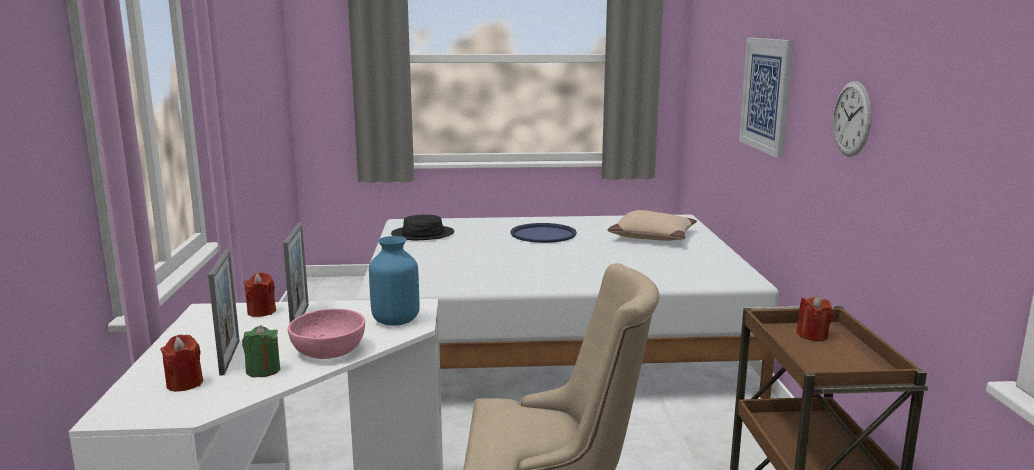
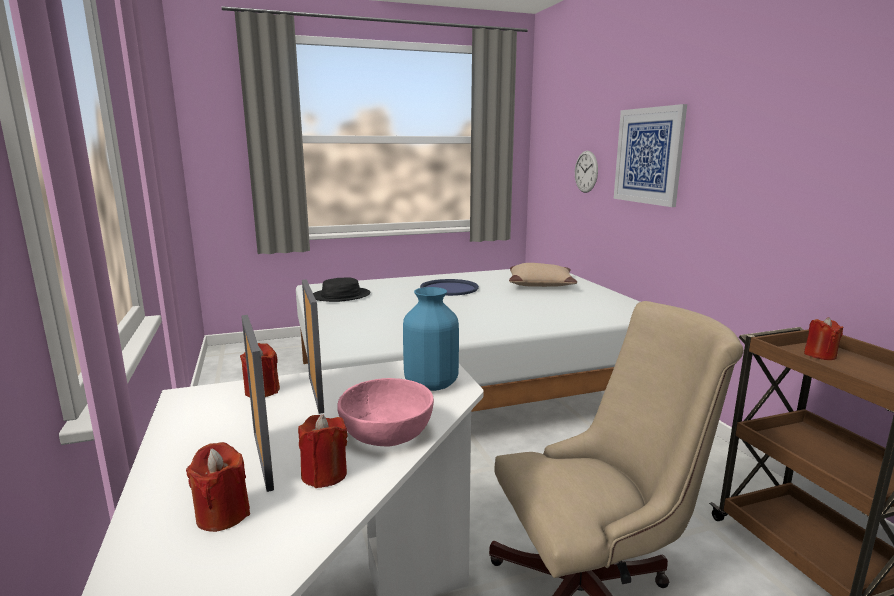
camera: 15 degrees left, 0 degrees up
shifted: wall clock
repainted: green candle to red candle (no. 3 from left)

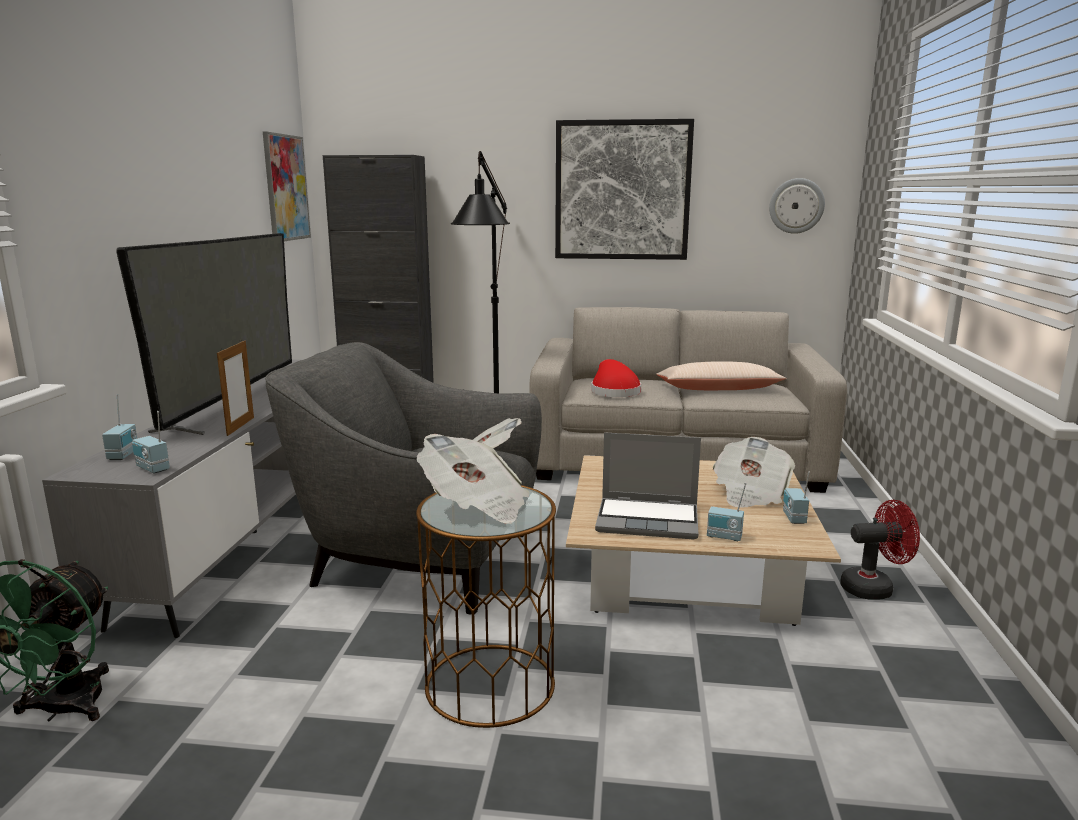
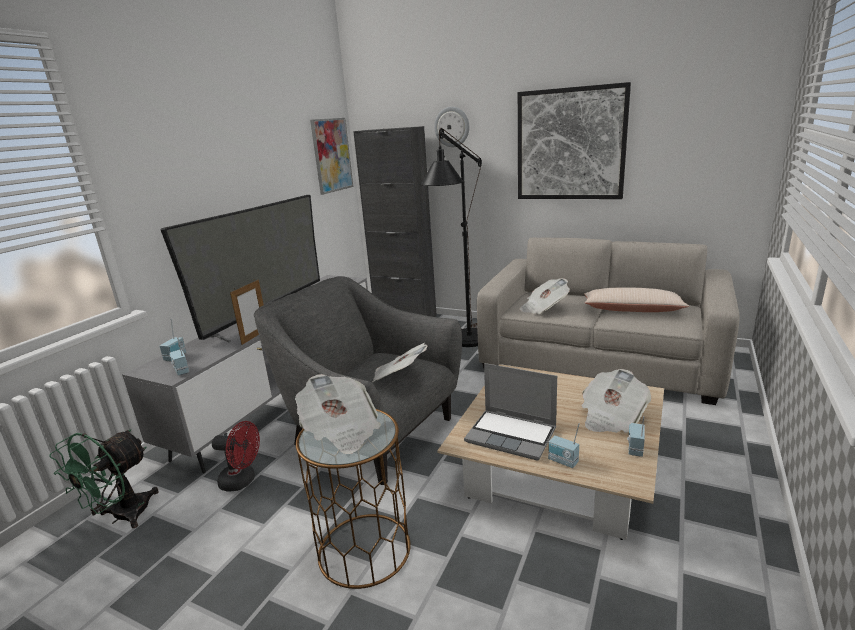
camera: 20 degrees right, 5 degrees up
shifted: red fan; wall clock
swapped: red hat to newspaper (no. 3 from left)

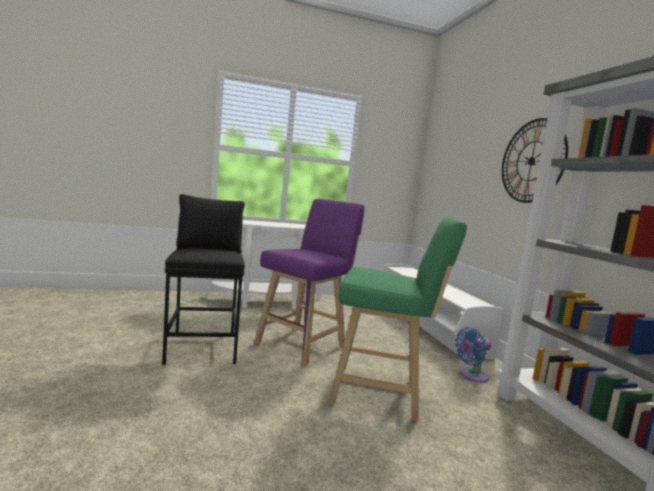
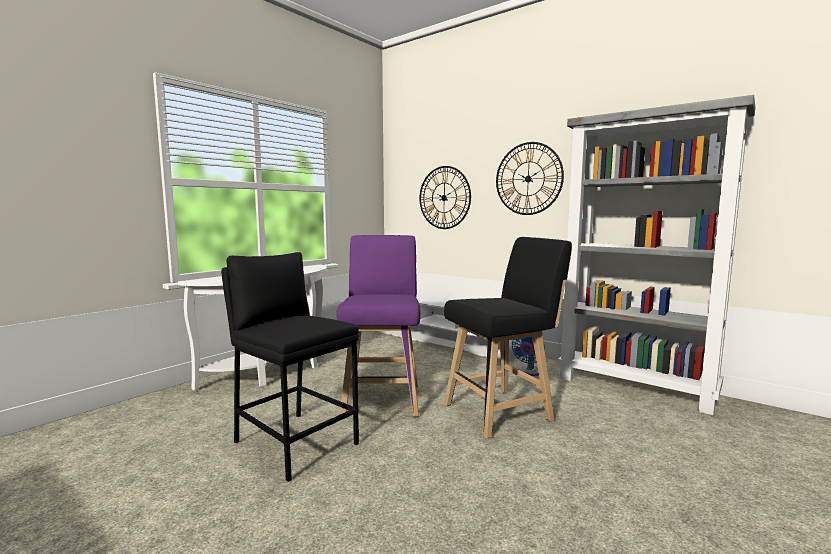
camera: 35 degrees left, 0 degrees up
new: wall clock (no. 1 from left)
repainted: green stool to black stool (no. 2 from left)

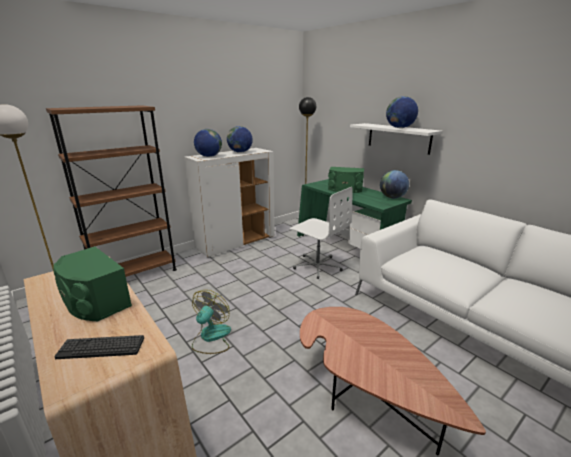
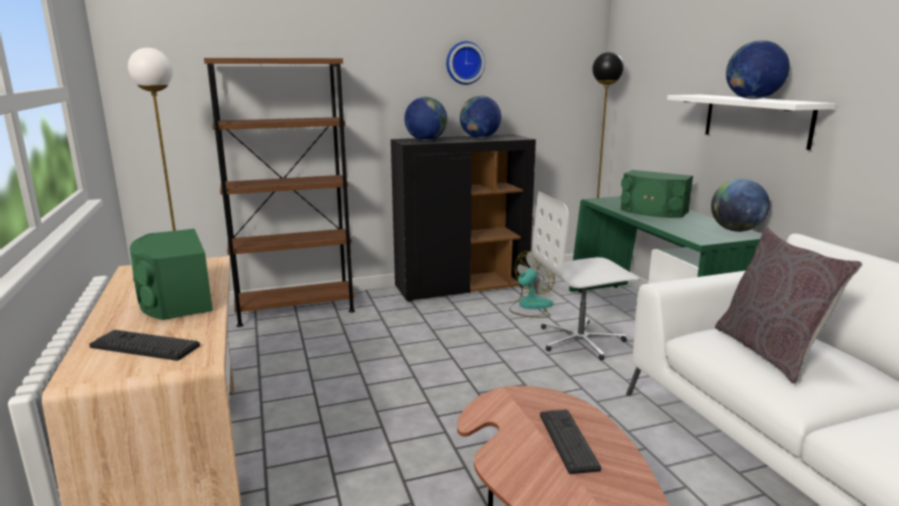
camera: 20 degrees right, 5 degrees down
new: wall clock; keyboard (no. 2 from left); grey pillow
shifted: fan
repainted: white cabinet to black cabinet
rotated: white office chair 105 degrees clockwise

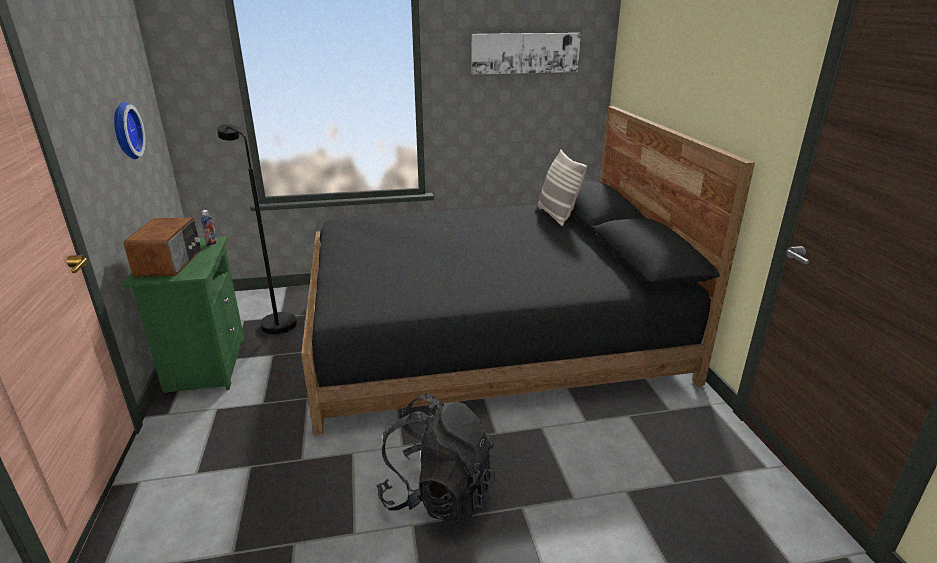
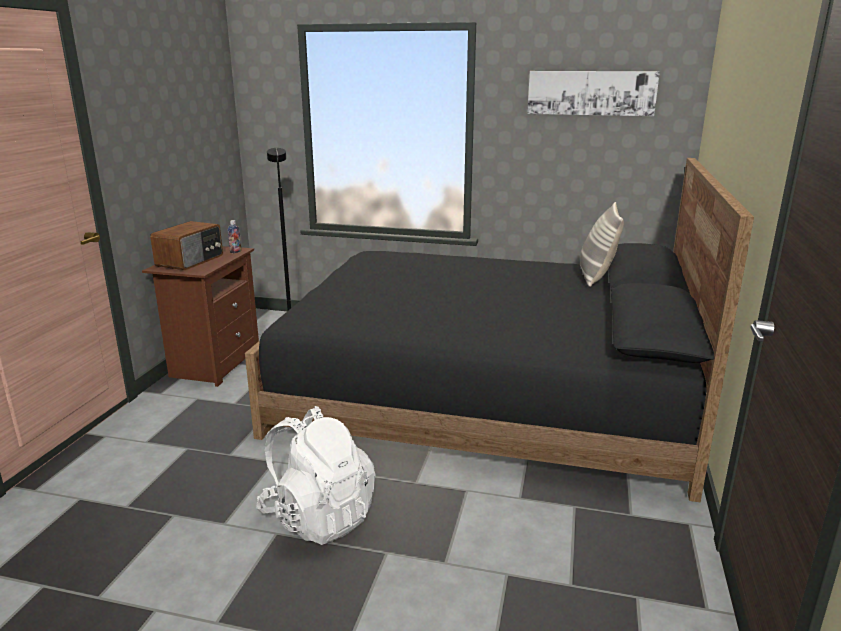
camera: 25 degrees right, 5 degrees down
gone: wall clock
repainted: green nightstand to brown nightstand; black backpack to white backpack

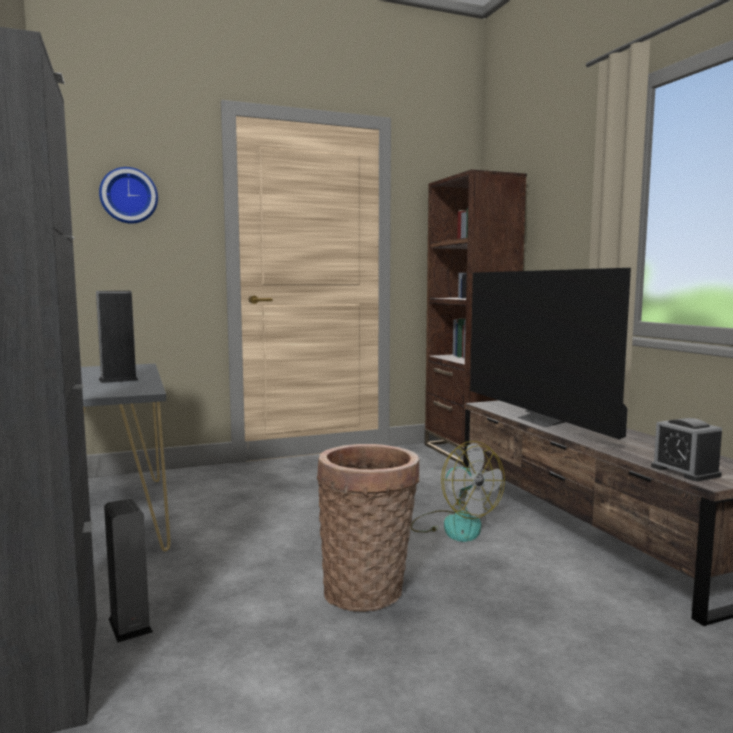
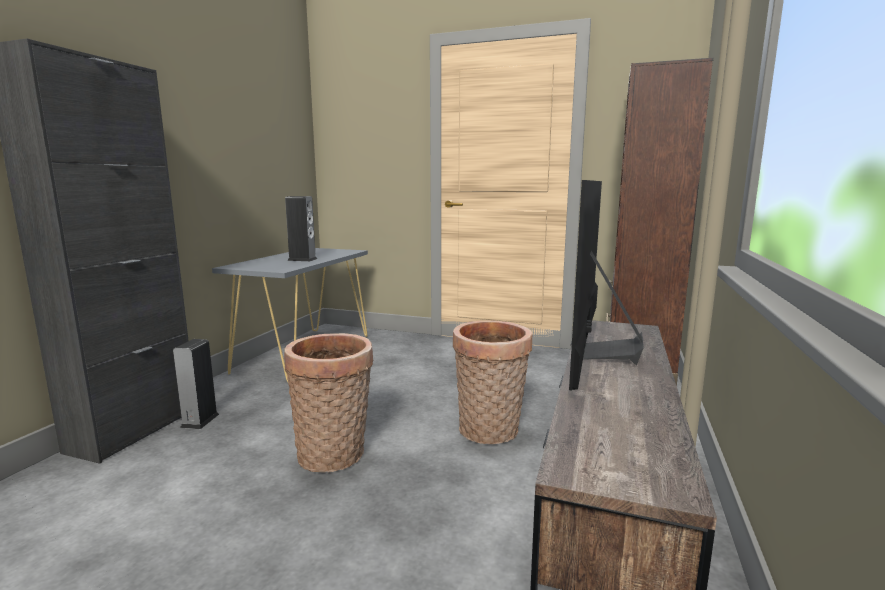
camera: 40 degrees right, 5 degrees up
gone: wall clock; alarm clock
swapped: fan to basket (no. 2 from left)

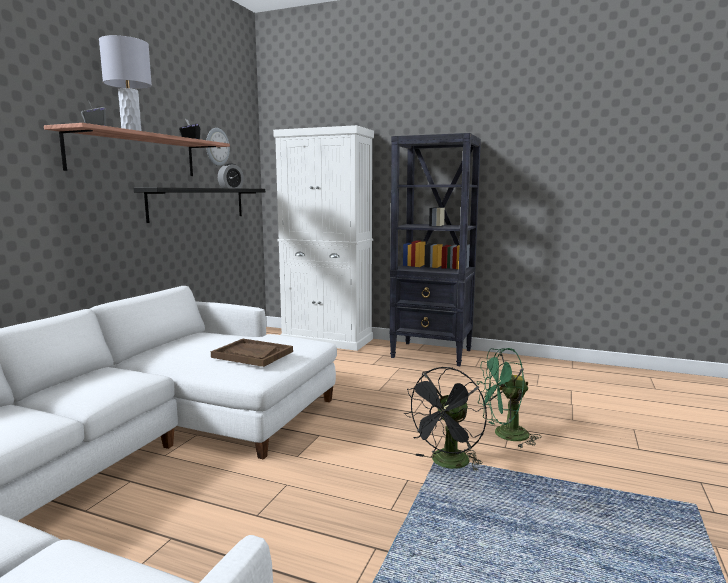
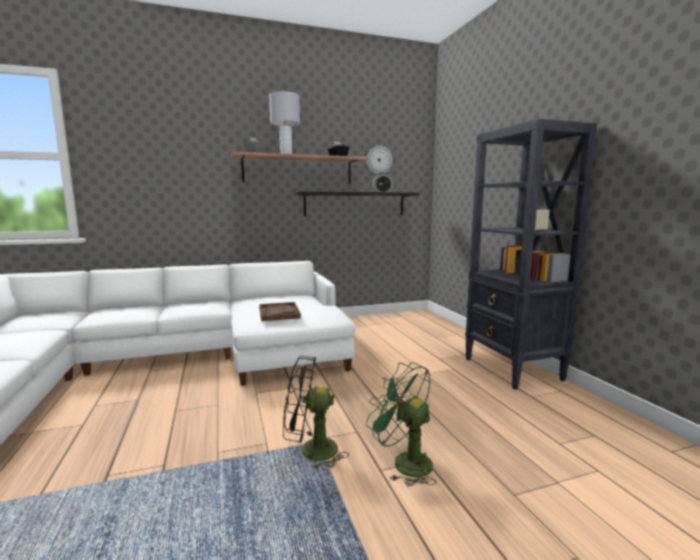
camera: 50 degrees right, 0 degrees up
gone: white cabinet

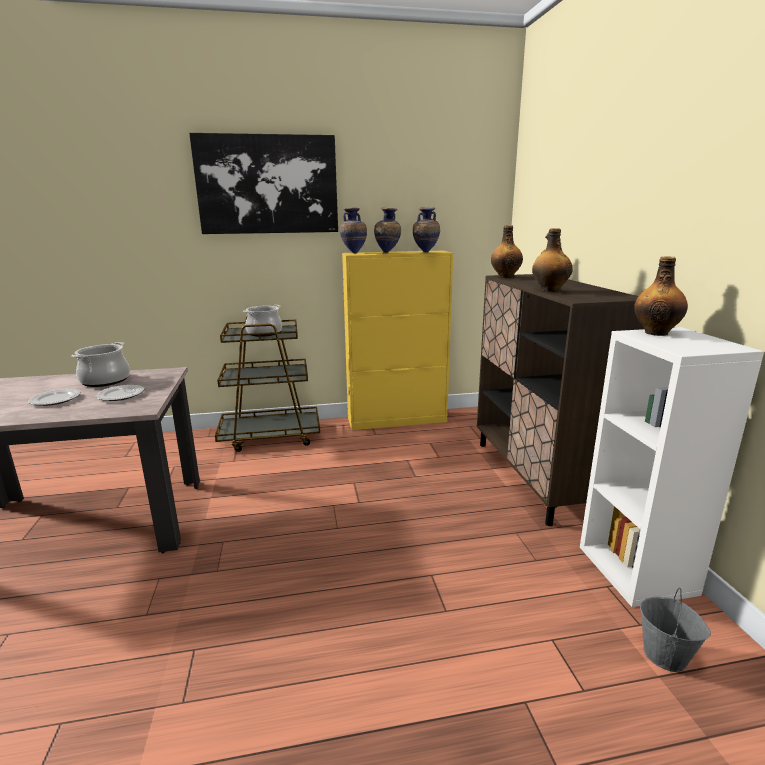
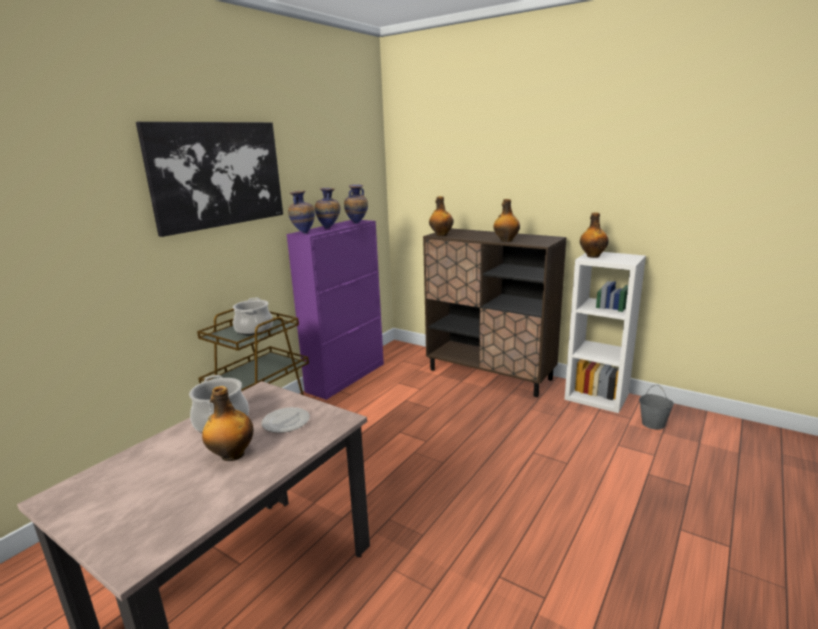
camera: 45 degrees left, 0 degrees up
swapped: plate (no. 1 from left) to bottle (no. 1 from left)
repainted: yellow cabinet to purple cabinet

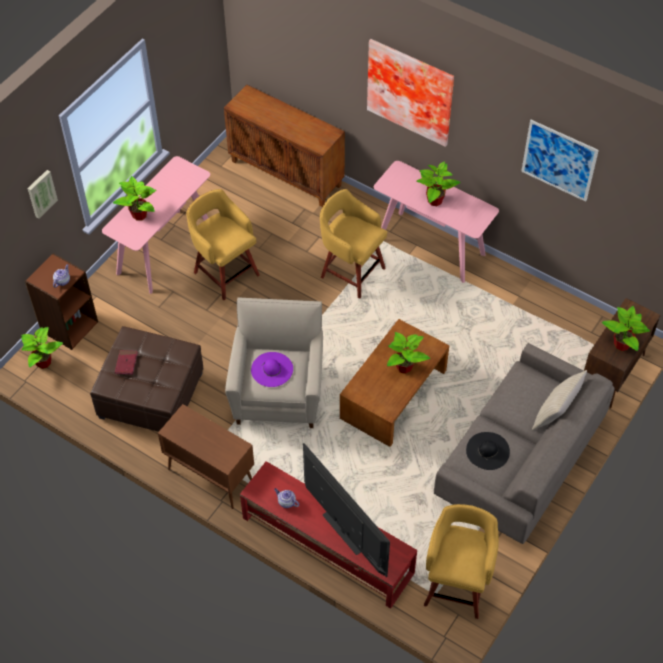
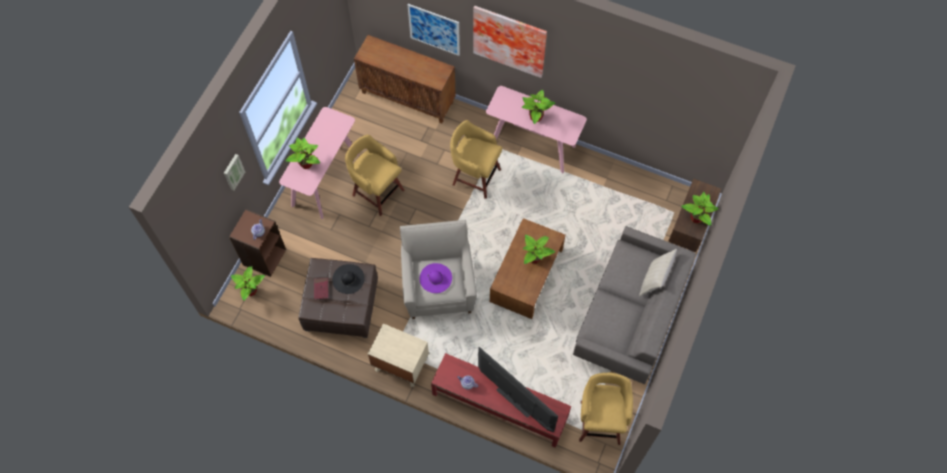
camera: 10 degrees left, 10 degrees up
shifted: black hat; picture (no. 3 from left in the first image) to picture (no. 2 from left)
swapped: brown cabinet (no. 1 from left) to beige nightstand

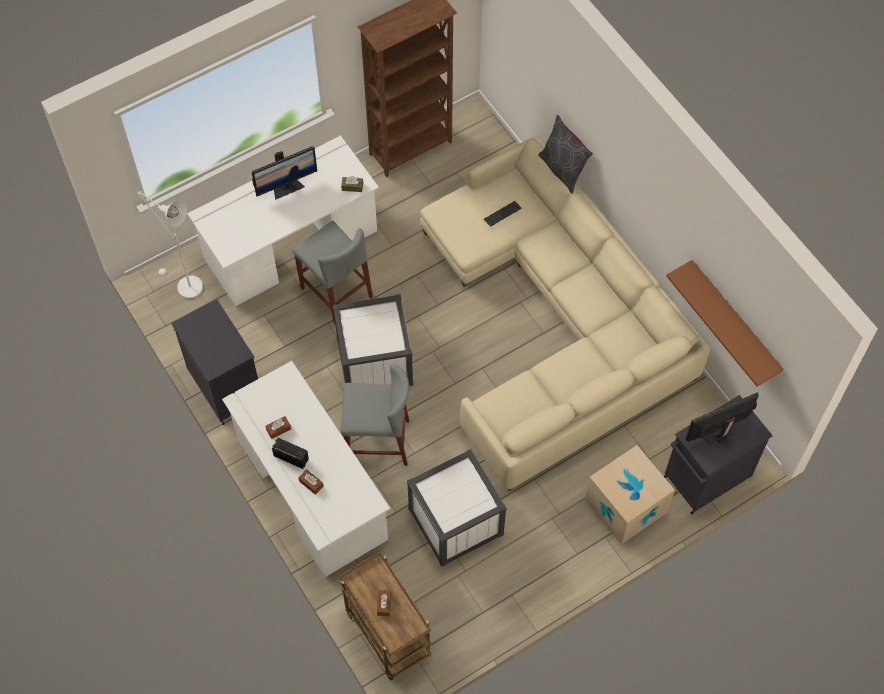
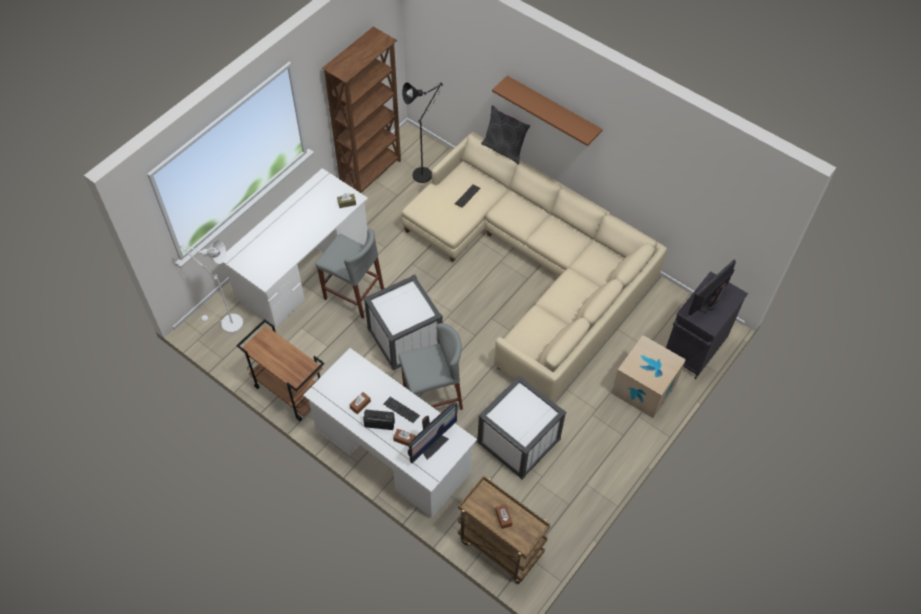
camera: 20 degrees left, 5 degrees down
new: keyboard (no. 1 from left); black floor lamp
shifted: monitor (no. 1 from left); brown shelf
swapped: black cabinet (no. 1 from left) to brown cart (no. 1 from left)

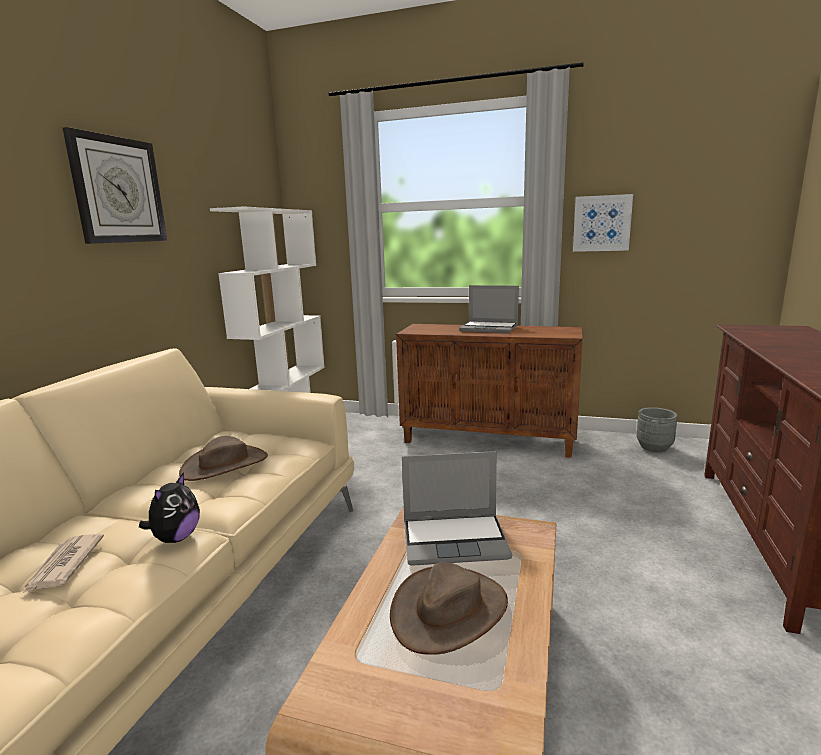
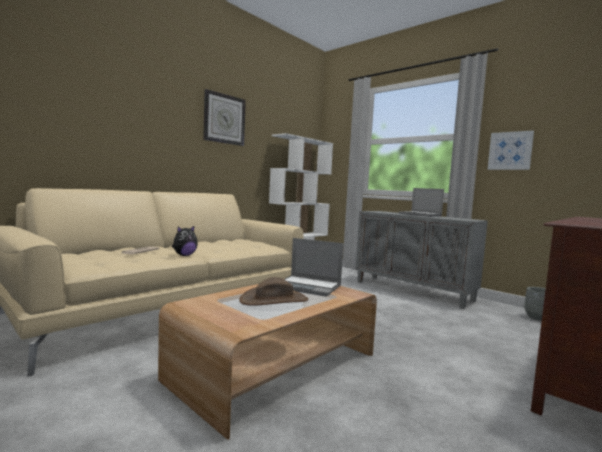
camera: 25 degrees right, 10 degrees down
gone: brown hat (no. 1 from left)
repainted: brown cabinet to grey cabinet

